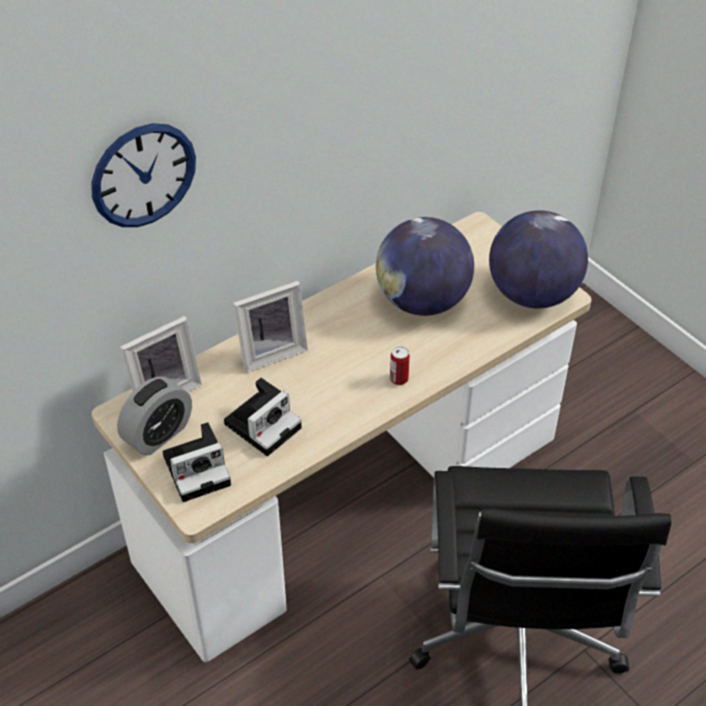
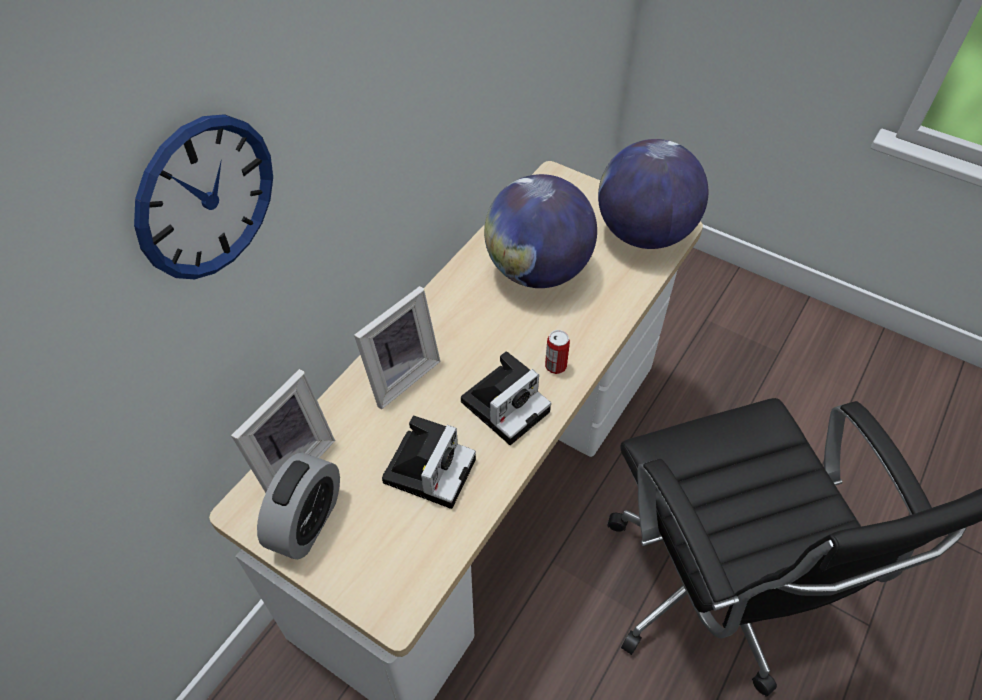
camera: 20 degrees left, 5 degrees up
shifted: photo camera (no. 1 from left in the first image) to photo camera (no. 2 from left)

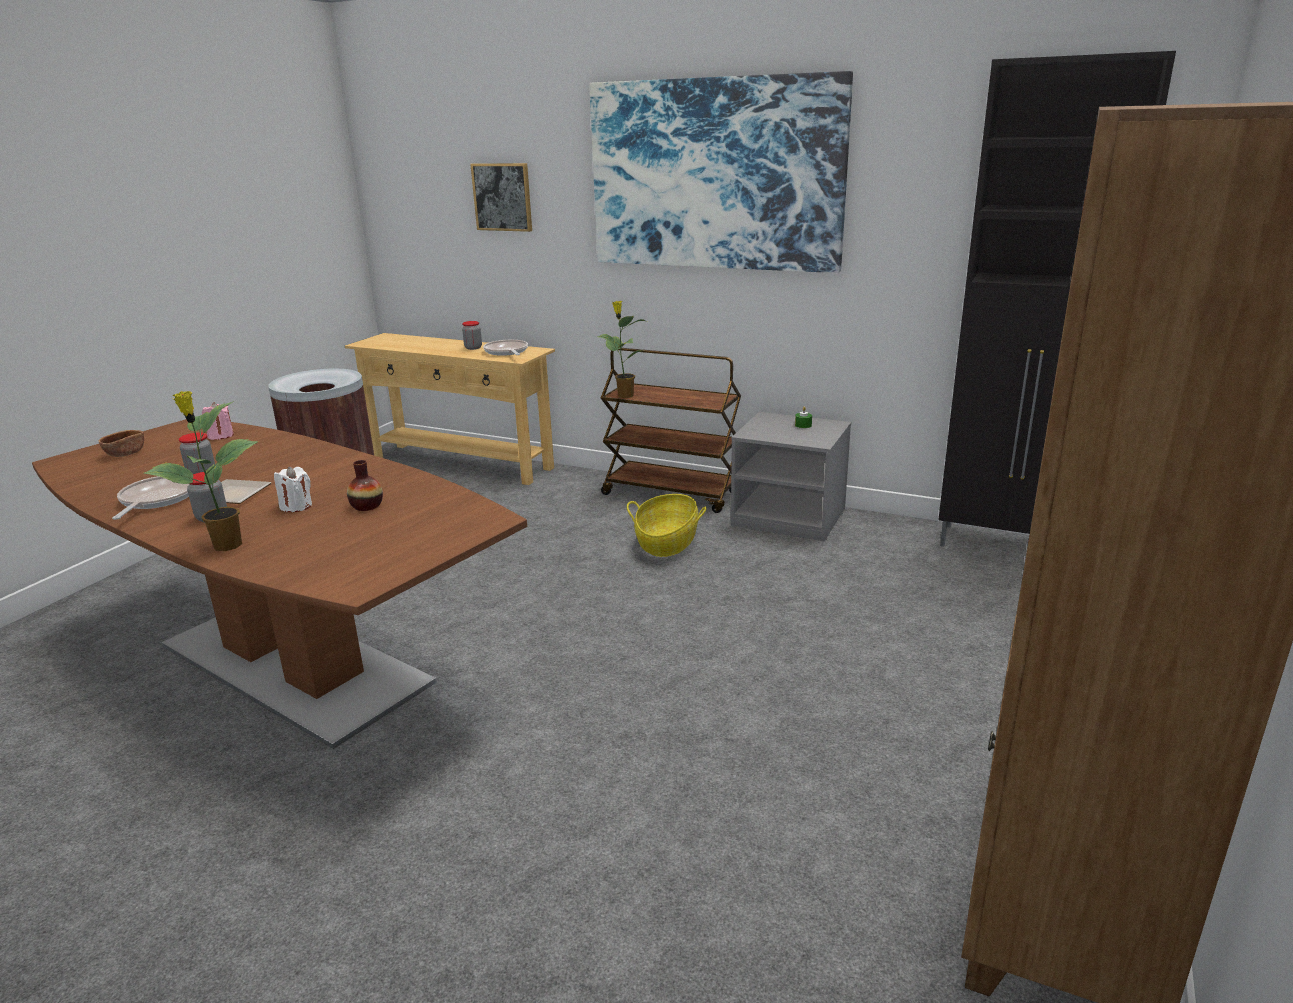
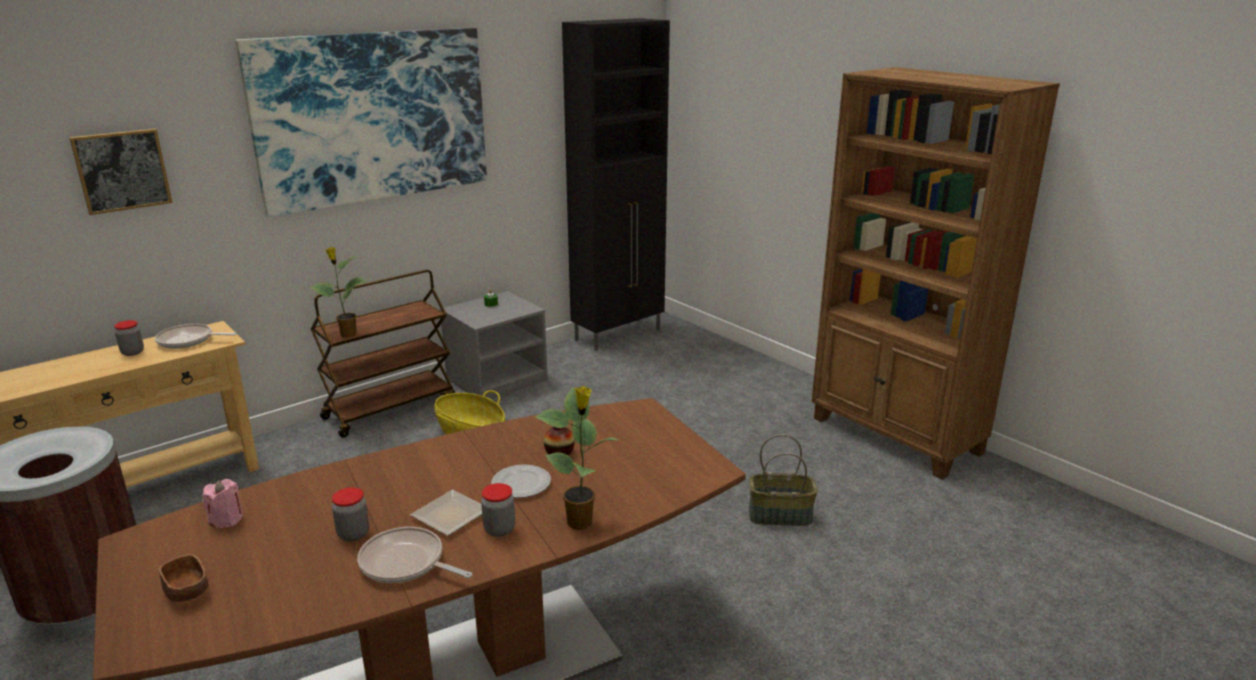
camera: 65 degrees left, 0 degrees up
new: basket (no. 2 from left)
swapped: white candle to plate (no. 2 from left)

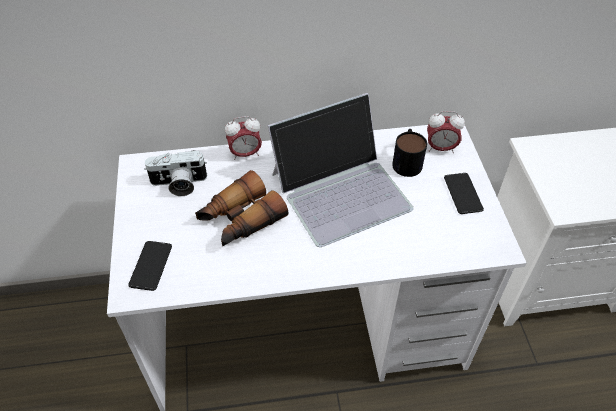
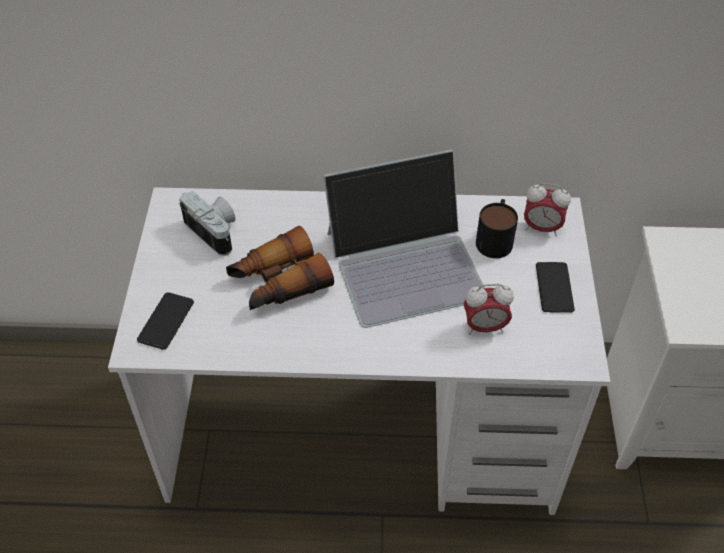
camera: 10 degrees right, 0 degrees up
shifted: alarm clock (no. 1 from left)
rotated: photo camera 135 degrees counterclockwise

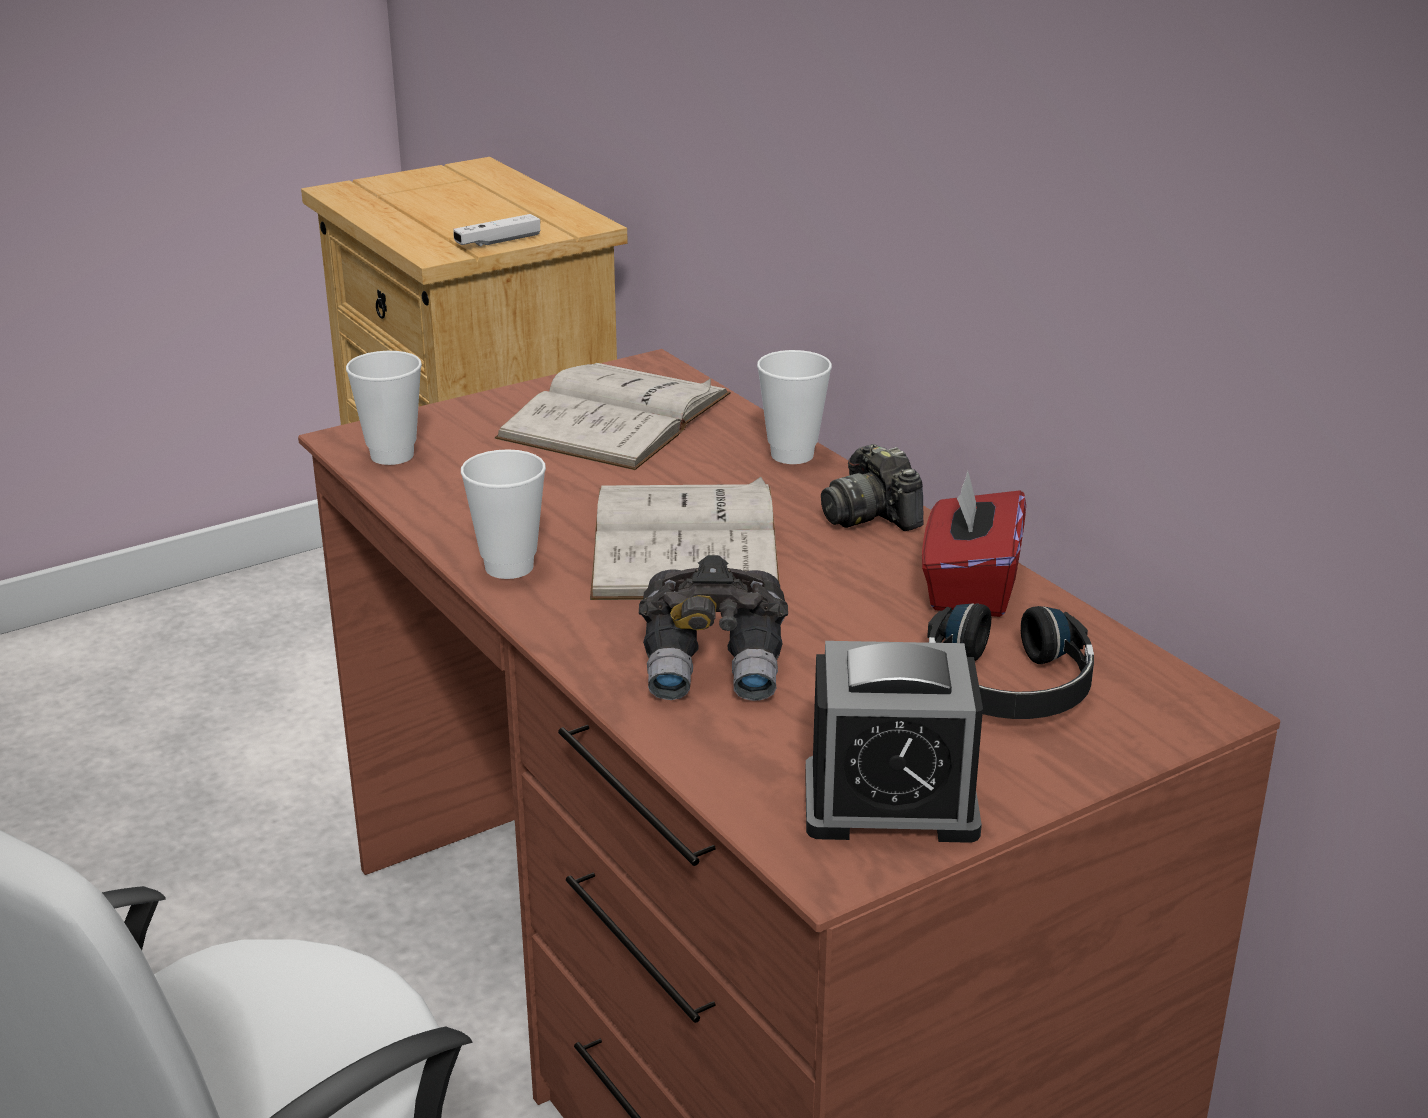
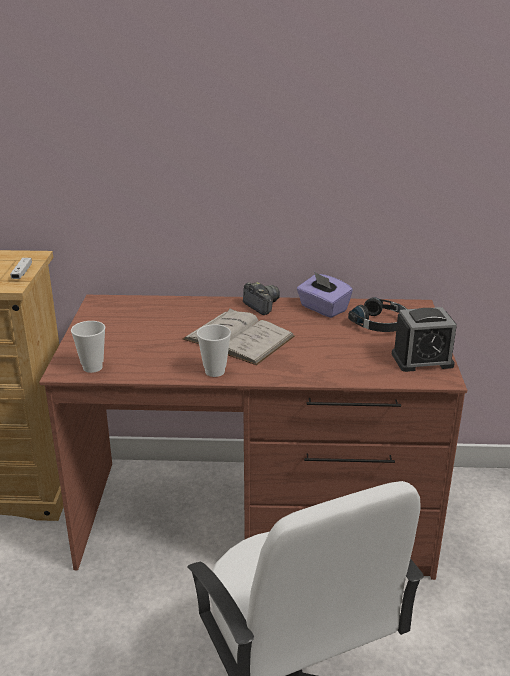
camera: 55 degrees left, 0 degrees up
gone: white book (no. 1 from left); grey binoculars; cup (no. 3 from left)
repainted: red tissue box to purple tissue box
rotated: photo camera 135 degrees counterclockwise; alarm clock 45 degrees clockwise

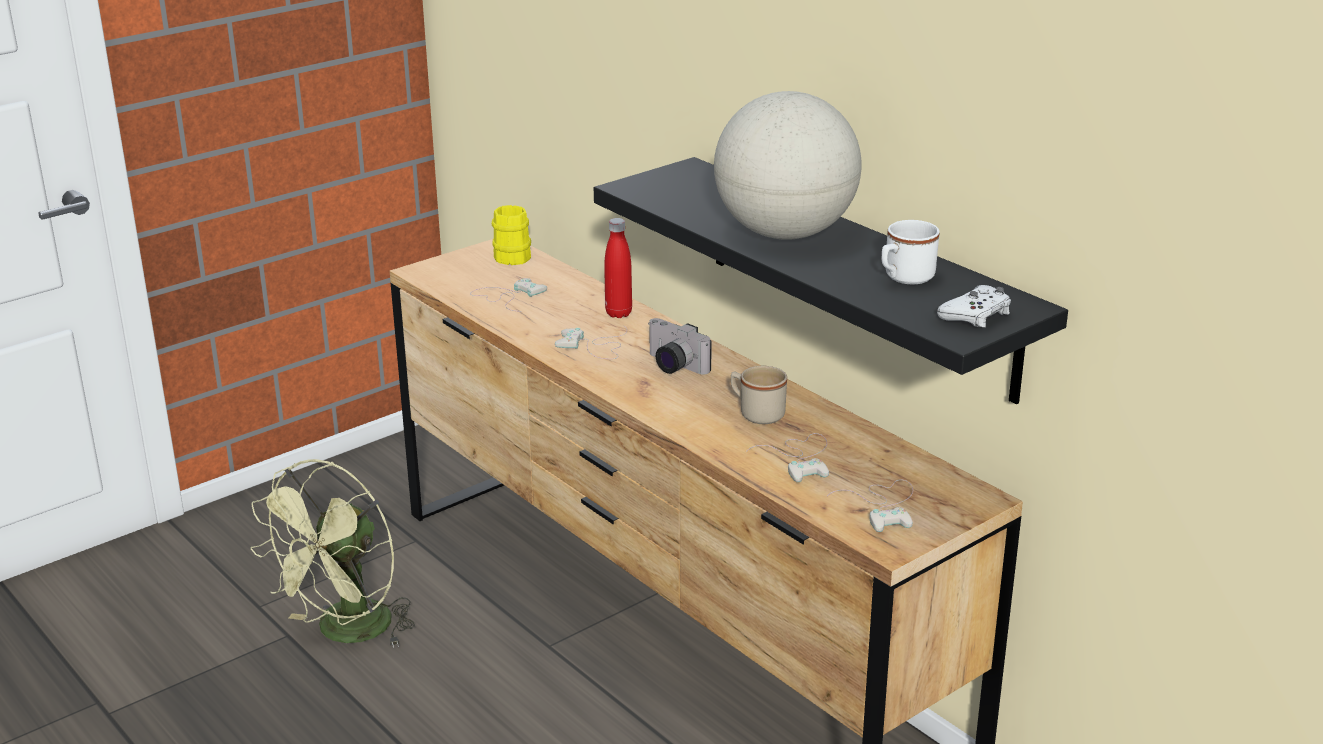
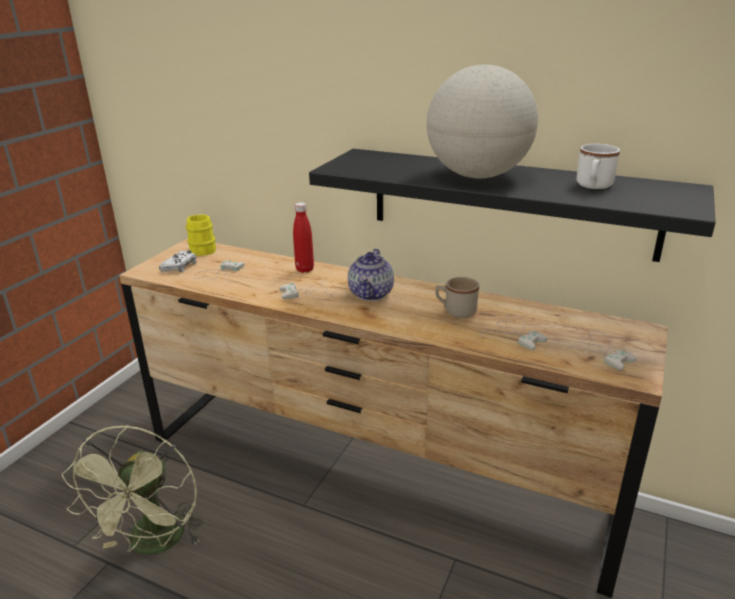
camera: 25 degrees left, 0 degrees up
shifted: white game controller (no. 5 from left in the first image) to white game controller (no. 1 from left)
swapped: photo camera to teapot

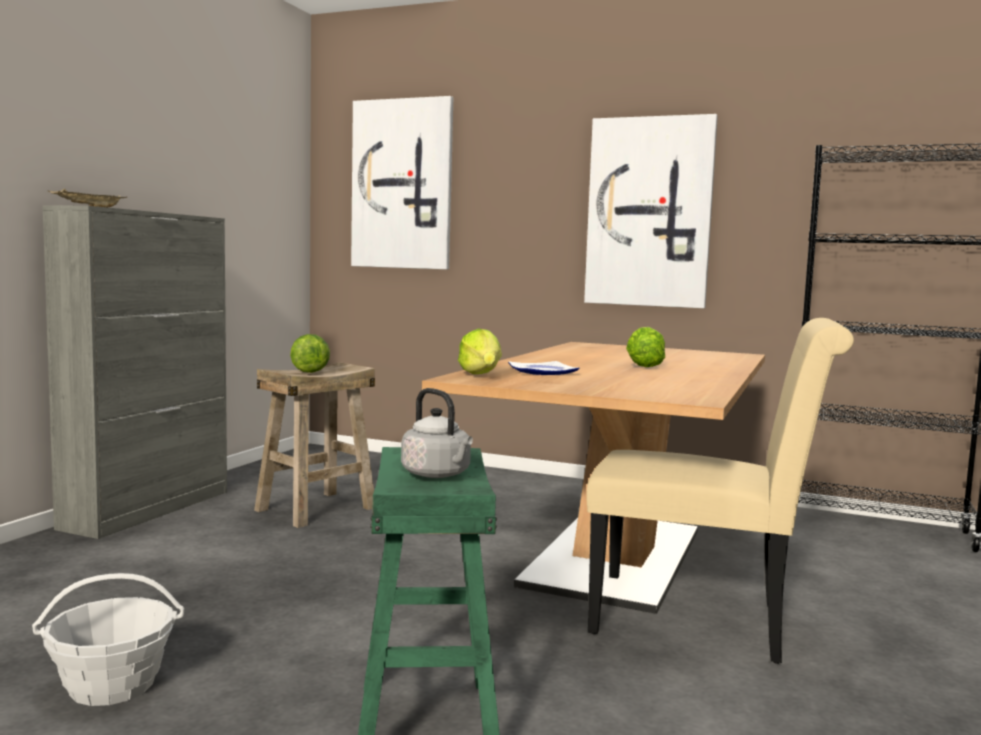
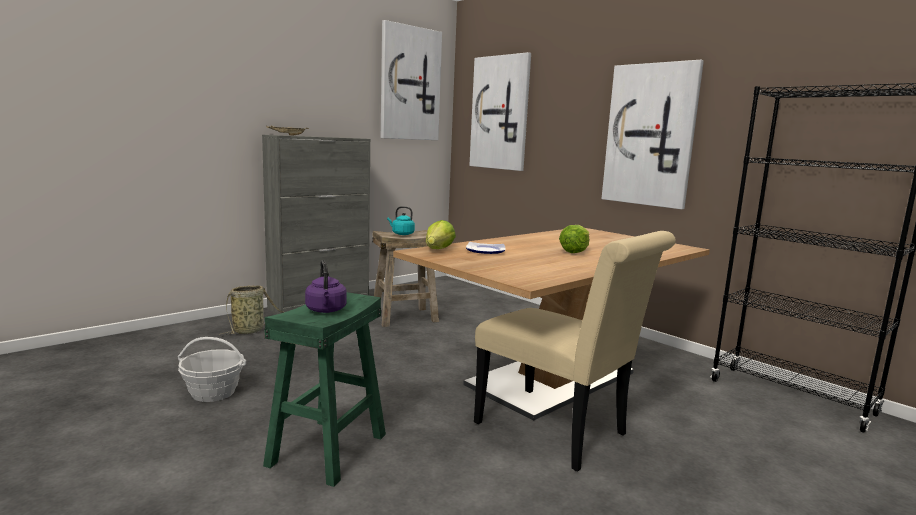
camera: 25 degrees right, 5 degrees up
new: basket (no. 2 from left); picture (no. 1 from left)
swapped: lettuce (no. 1 from left) to turquoise kettle
repainted: grey kettle to purple kettle

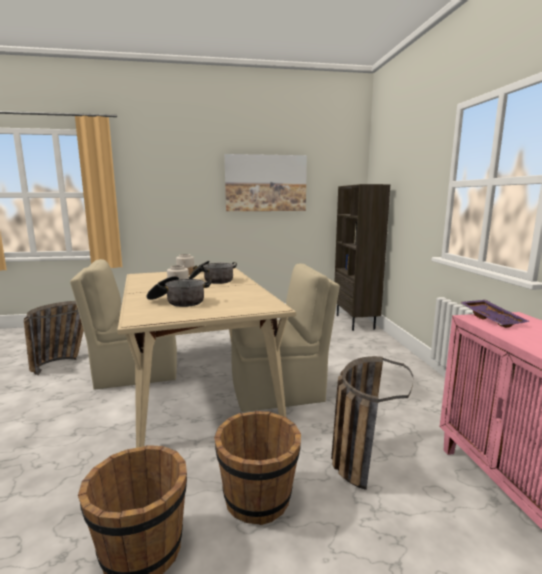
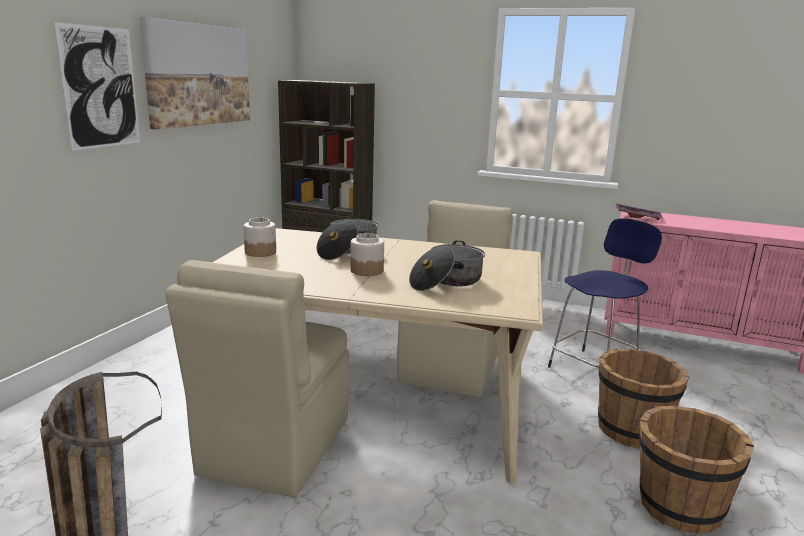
camera: 60 degrees left, 5 degrees up
new: picture (no. 1 from left)
swapped: basket (no. 2 from left) to blue stool

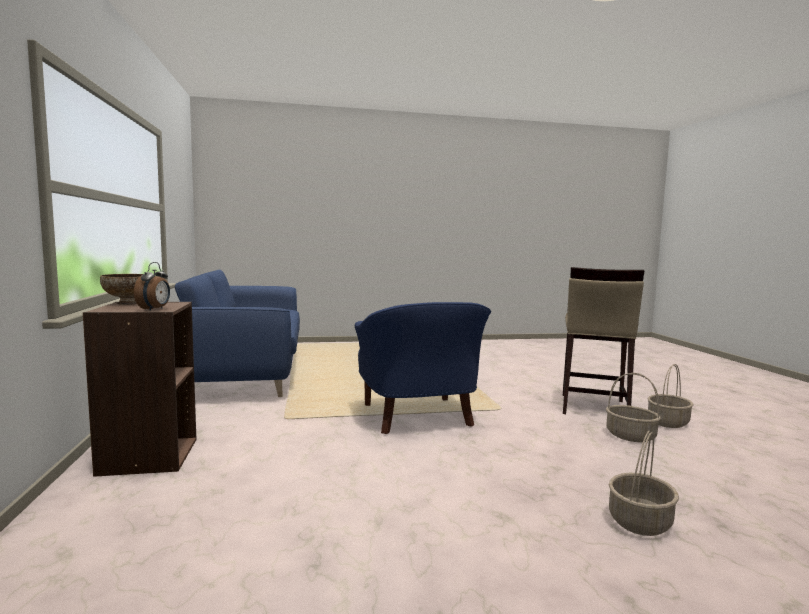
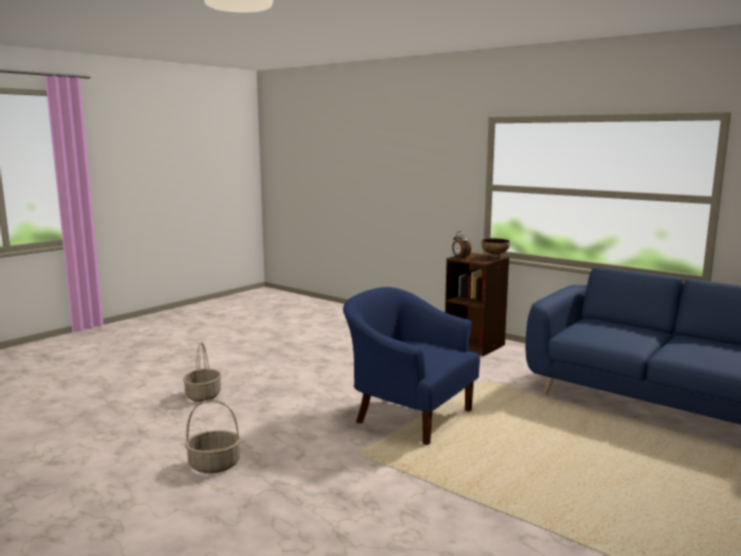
camera: 140 degrees right, 5 degrees up
gone: beige stool; basket (no. 3 from left)

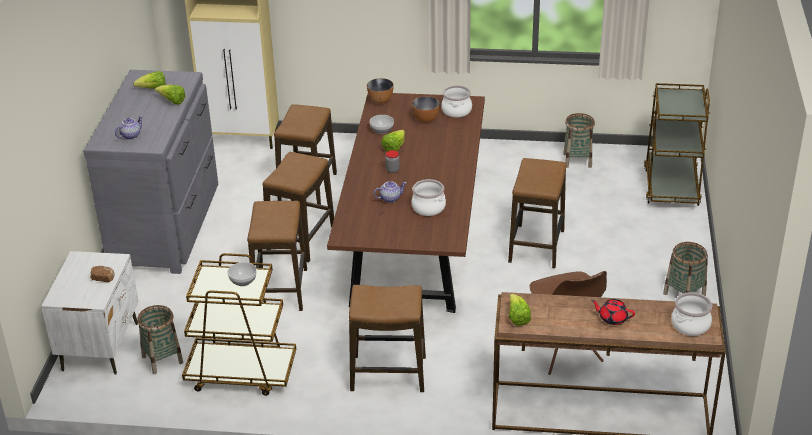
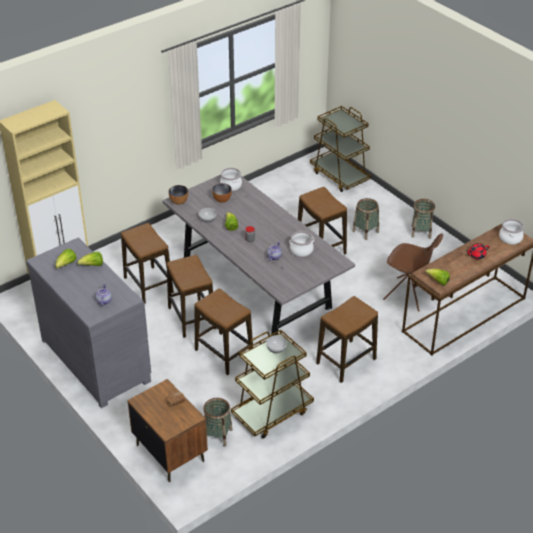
camera: 45 degrees left, 5 degrees up
shifted: basket (no. 2 from left)
repainted: white nightstand to brown nightstand; brown dining table to grey dining table

